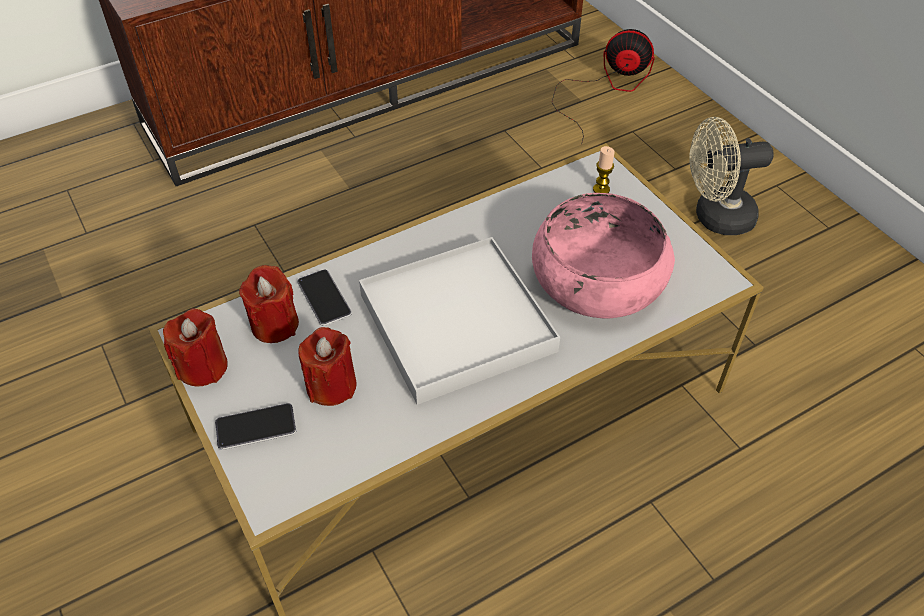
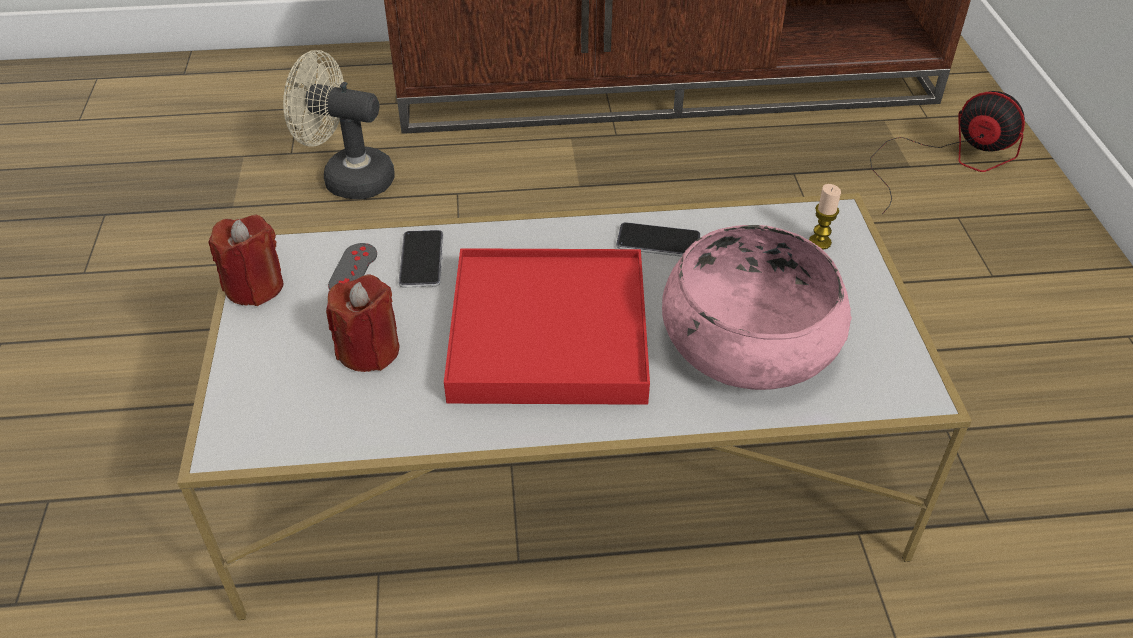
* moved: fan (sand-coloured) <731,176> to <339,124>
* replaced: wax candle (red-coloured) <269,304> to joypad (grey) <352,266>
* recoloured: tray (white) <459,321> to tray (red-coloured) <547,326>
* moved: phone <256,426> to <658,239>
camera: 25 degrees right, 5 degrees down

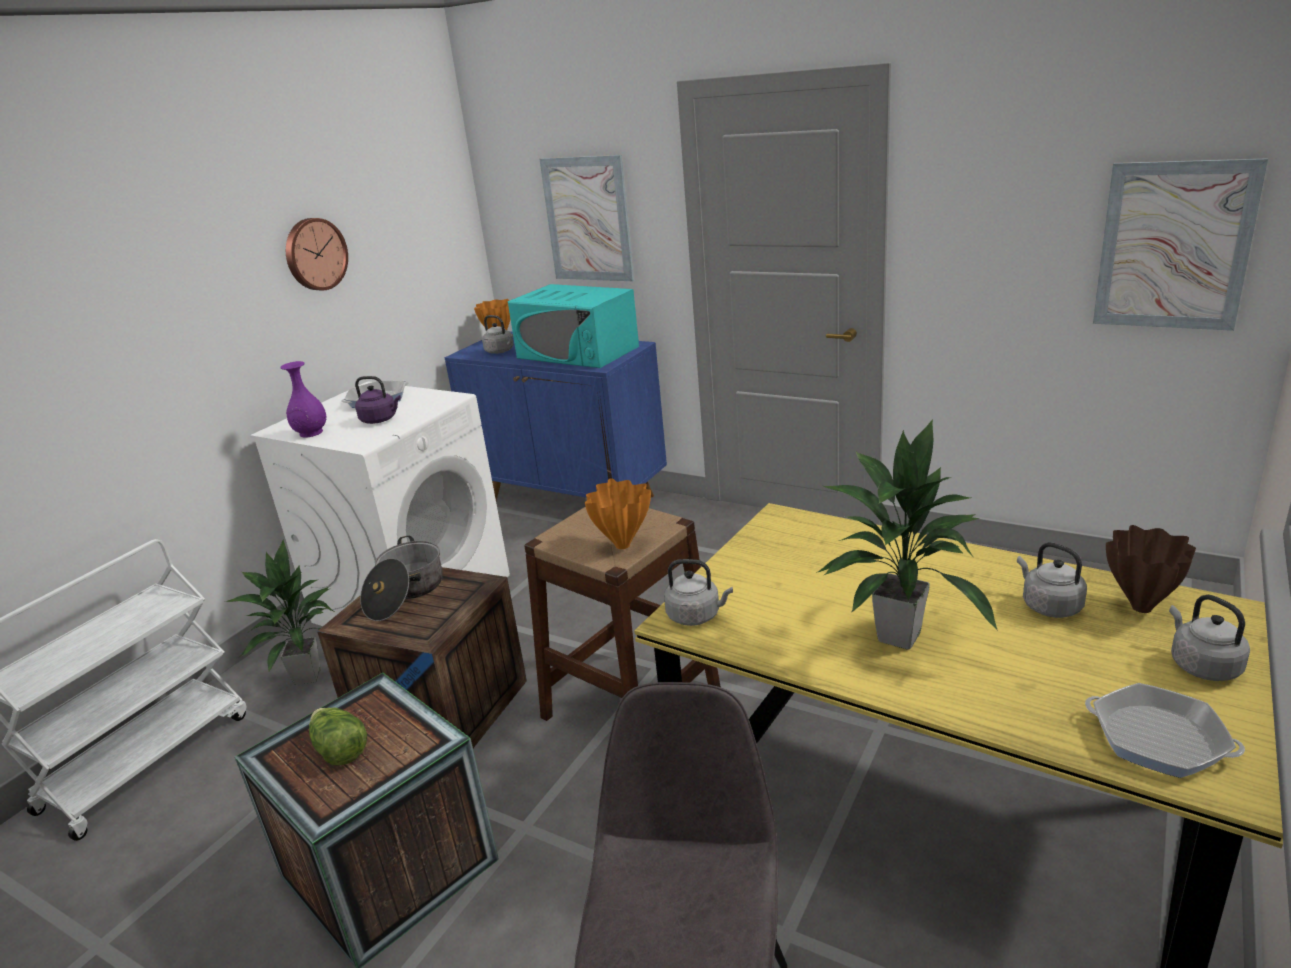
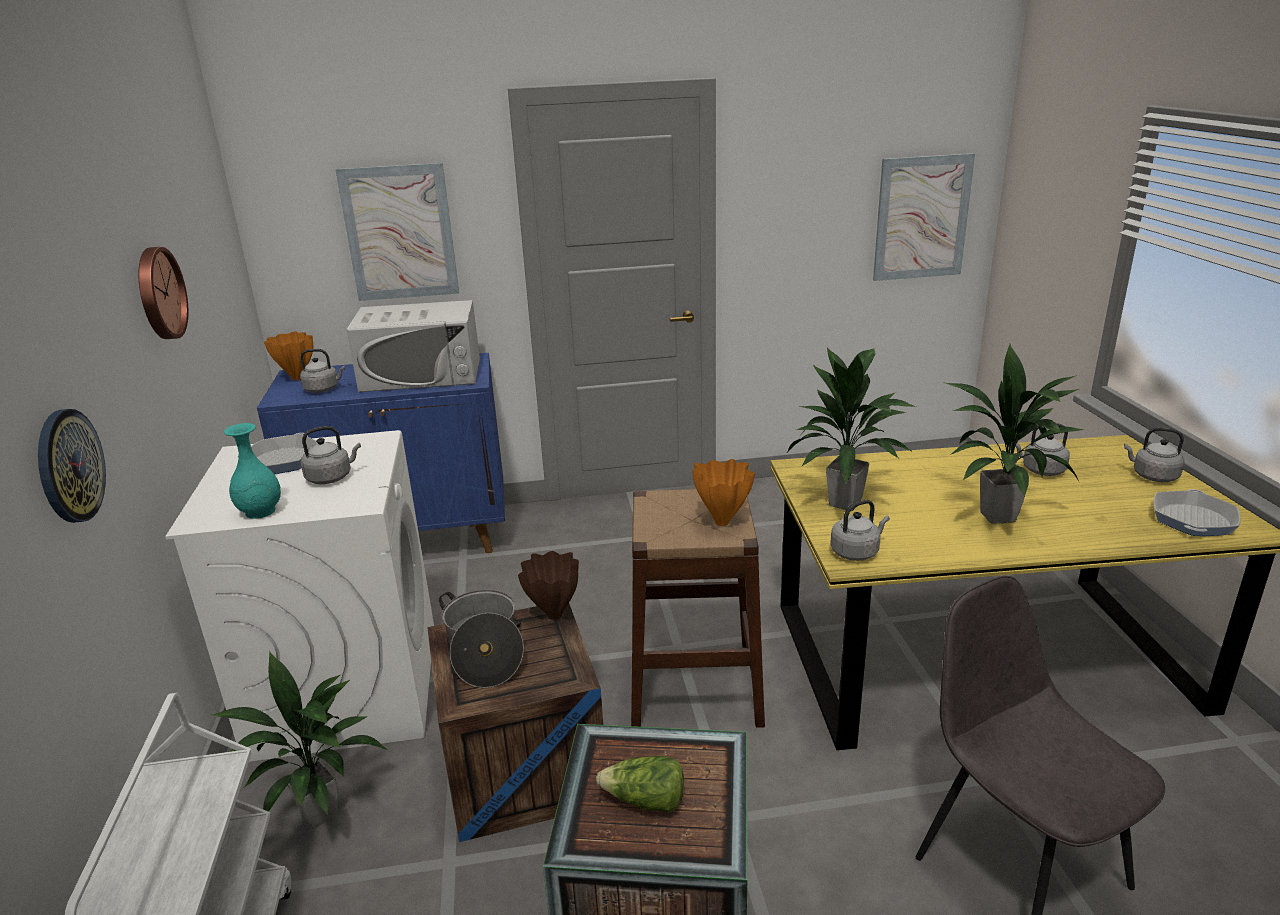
* added: clock on the wall <72,466>
* recoloured: decorative vase (purple-coloured) <303,399> to decorative vase (turquoise-coloured) <252,471>
* recoloured: kettle (purple-coloured) <378,400> to kettle (grey) <331,455>
* recoloured: microwave (turquoise-coloured) <573,326> to microwave (white) <413,346>
* moved: decorative vase (brownish) <1151,569> to <548,585>
* added: houseplant <851,429>
* turned: frying pan <1165,730> = <1197,512> 120 degrees clockwise
camera: 40 degrees left, 0 degrees up

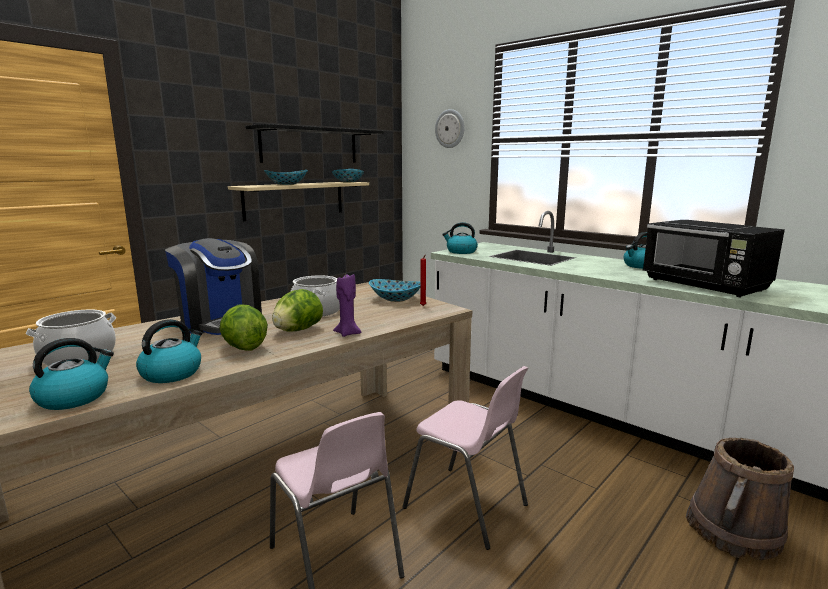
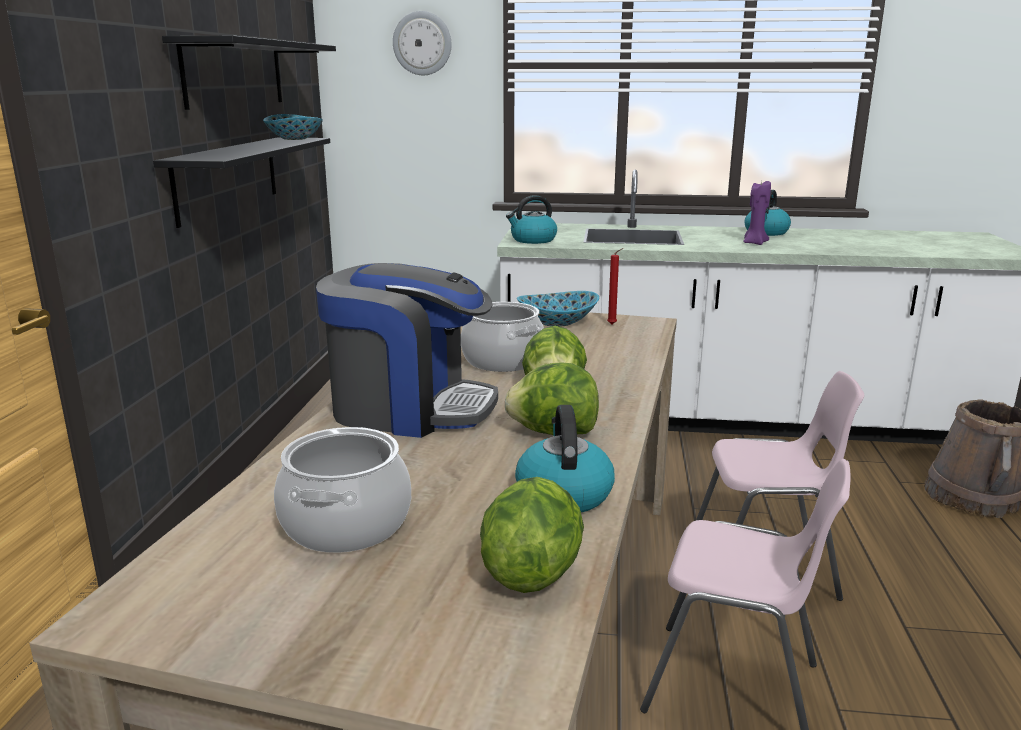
* recoloured: shelf (sand-coloured) <298,201> to shelf (black) <241,182>
* replaced: kettle <71,374> to lettuce <532,535>
* moved: wax candle (purple-coloured) <347,305> to <757,213>
* removed: bowl <286,177>
* removed: microwave (black) <714,258>
camera: 35 degrees left, 5 degrees up

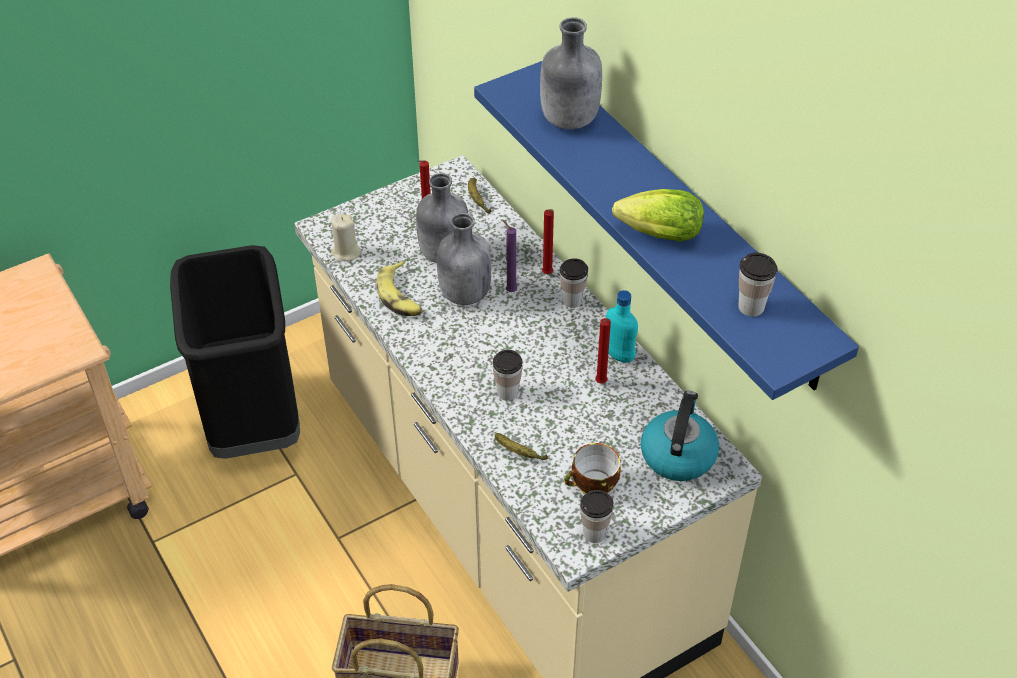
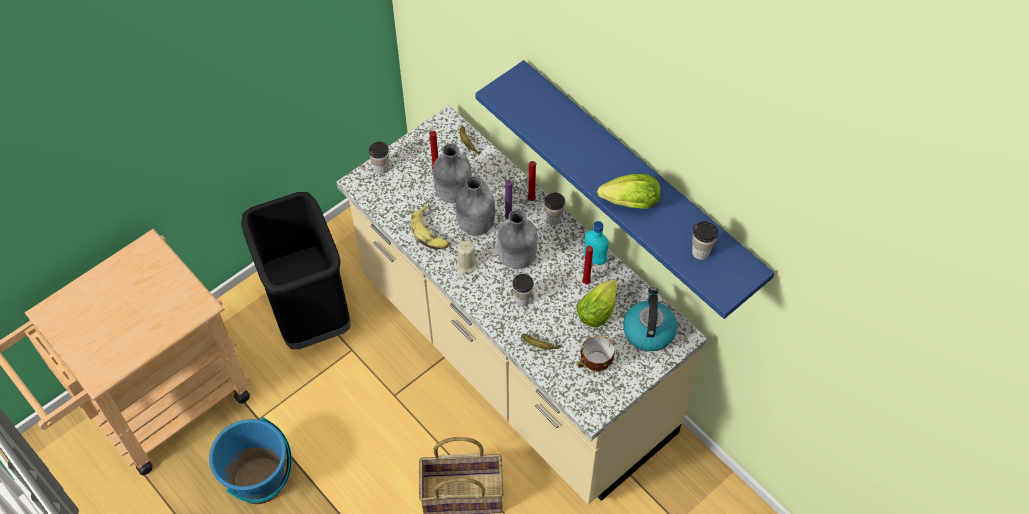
* added: pail (blue) <250,460>
* moved: drinking cup <597,516> to <379,158>
* moved: wax candle (sand-coloured) <346,238> to <467,258>
* moved: drink bottle (grey) <571,73> to <517,239>
* added: lettuce <597,303>
camera: 10 degrees left, 10 degrees up

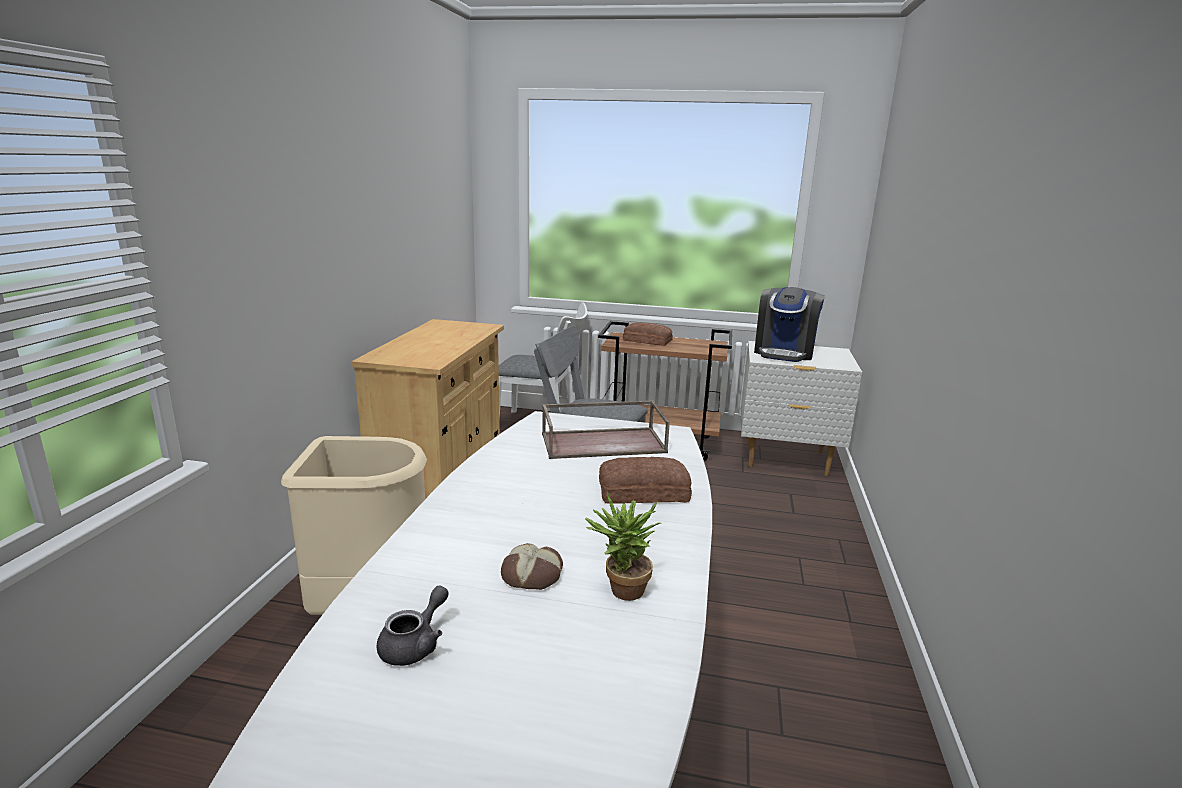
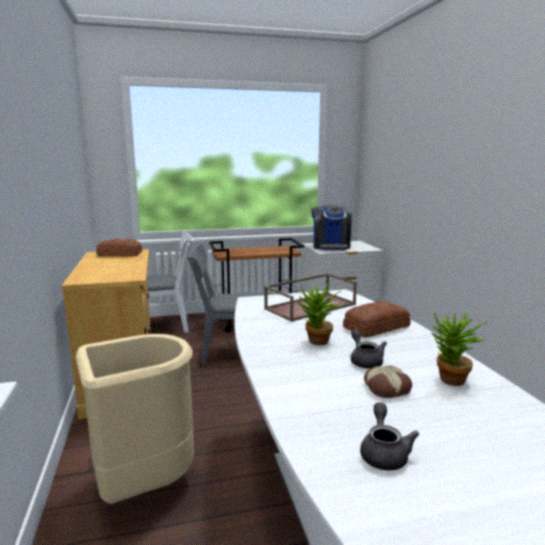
* moved: bread <648,334> to <119,248>
* added: houseplant <319,314>
* added: tea pot (grey) <369,349>
camera: 25 degrees left, 5 degrees down

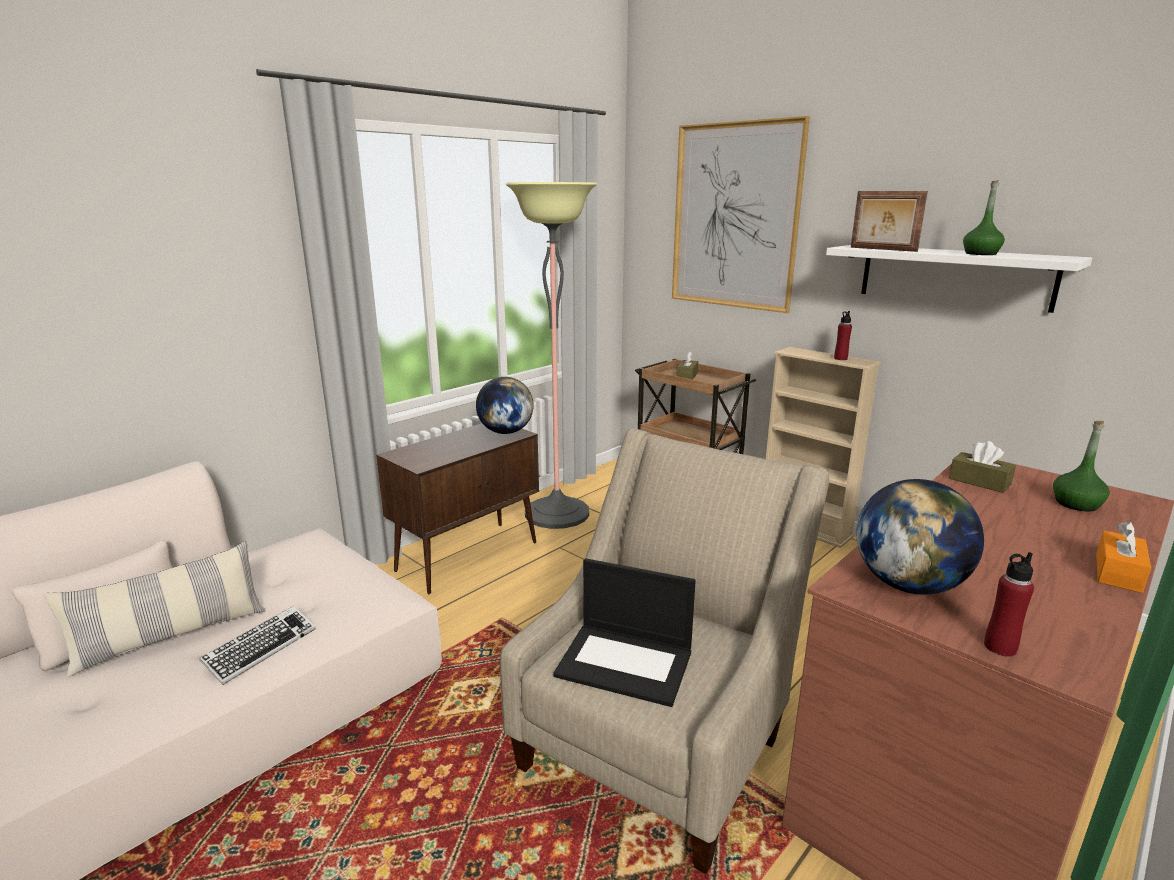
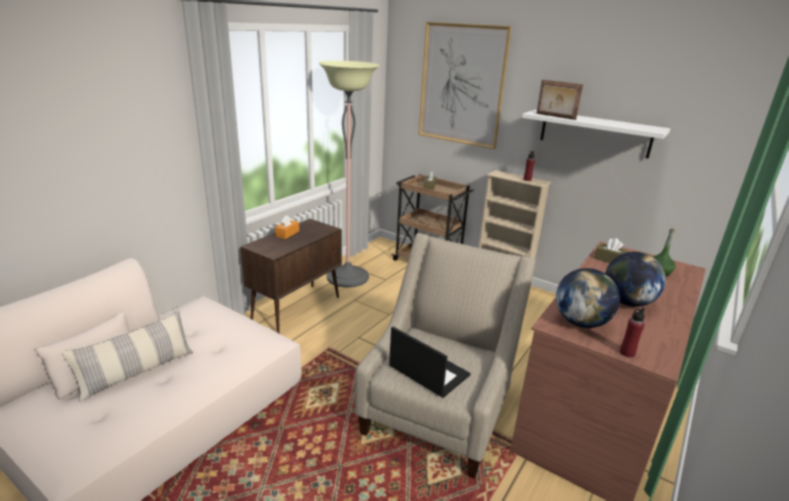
* moved: tissue box (orange-coloured) <1123,557> to <287,227>
* turned: notebook computer <624,632> = <430,362> 150 degrees counterclockwise
* moved: desk globe <505,405> to <635,279>
* removed: PC keyboard <257,645>
* removed: drink bottle (green) <984,217>
camera: 10 degrees left, 5 degrees up

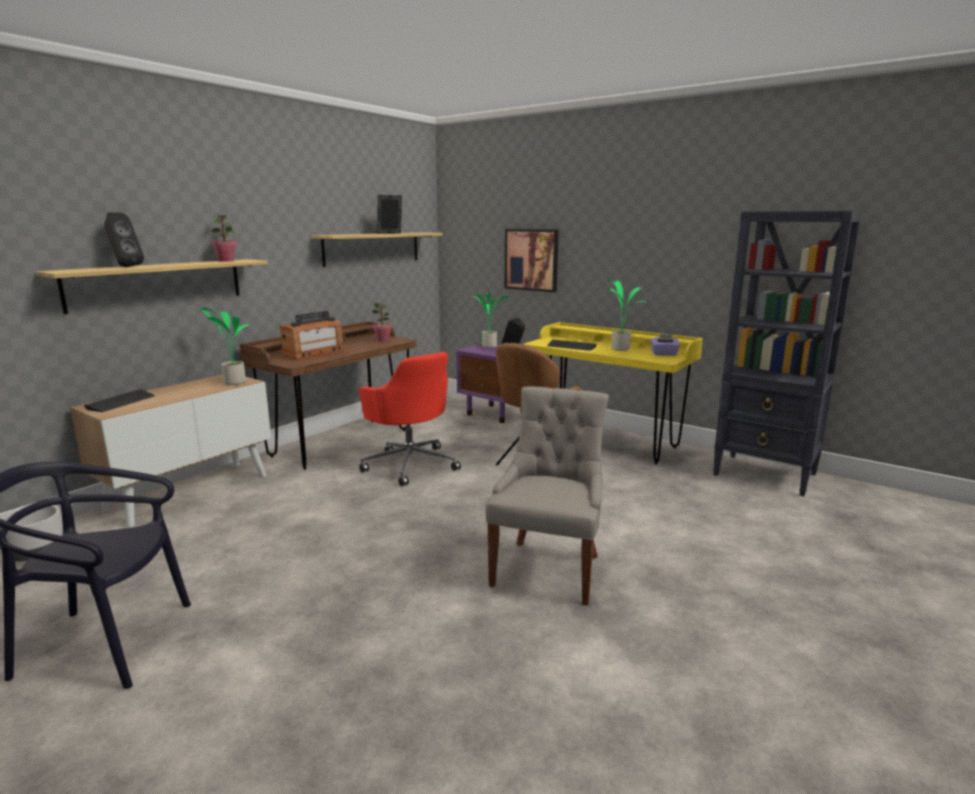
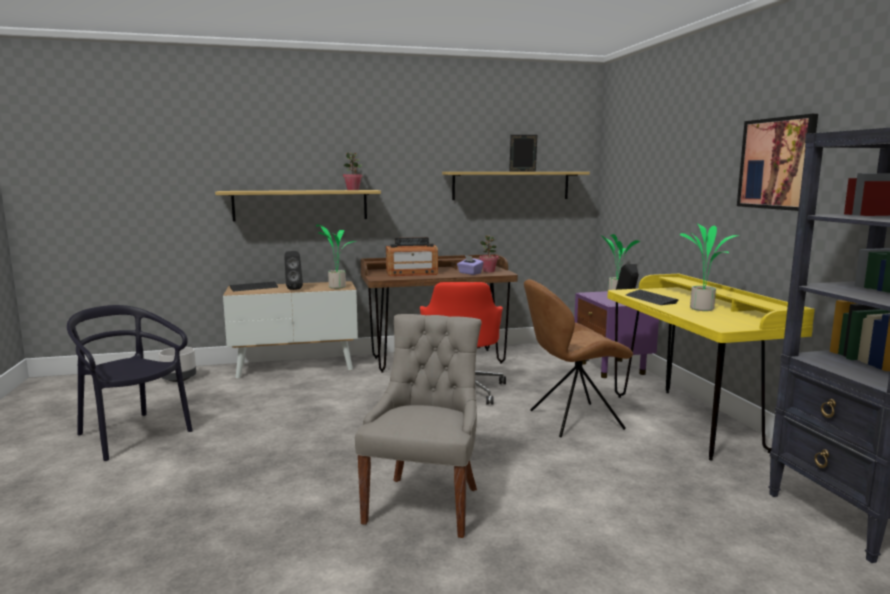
* moved: loudspeaker (black) <124,239> to <293,270>
* turned: plain chair (grey) <547,496> = <418,426> 45 degrees counterclockwise
* moved: tissue box (purple-coloured) <665,345> to <470,265>
* moved: wall picture <532,260> to <777,162>
camera: 40 degrees right, 5 degrees down

